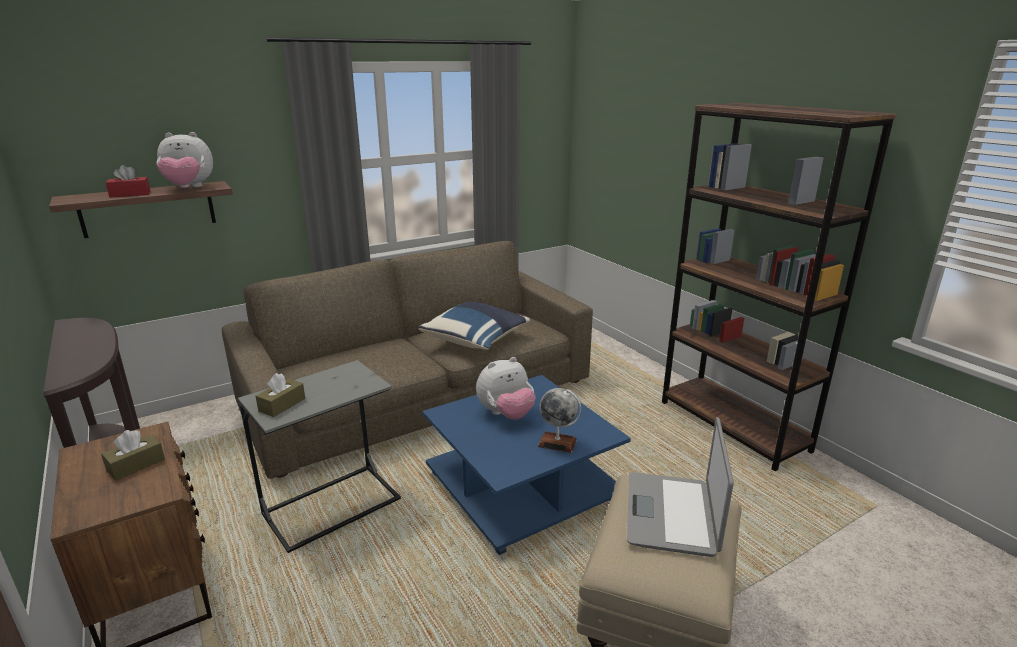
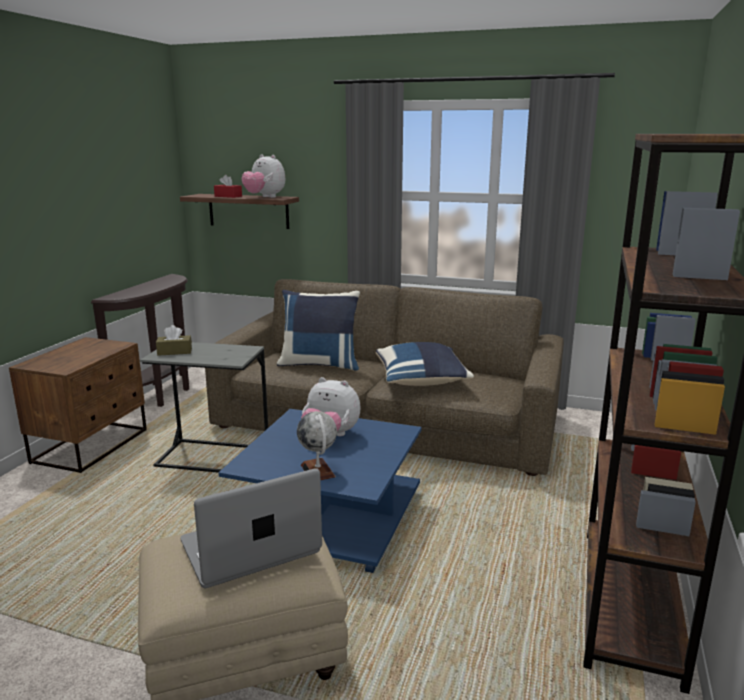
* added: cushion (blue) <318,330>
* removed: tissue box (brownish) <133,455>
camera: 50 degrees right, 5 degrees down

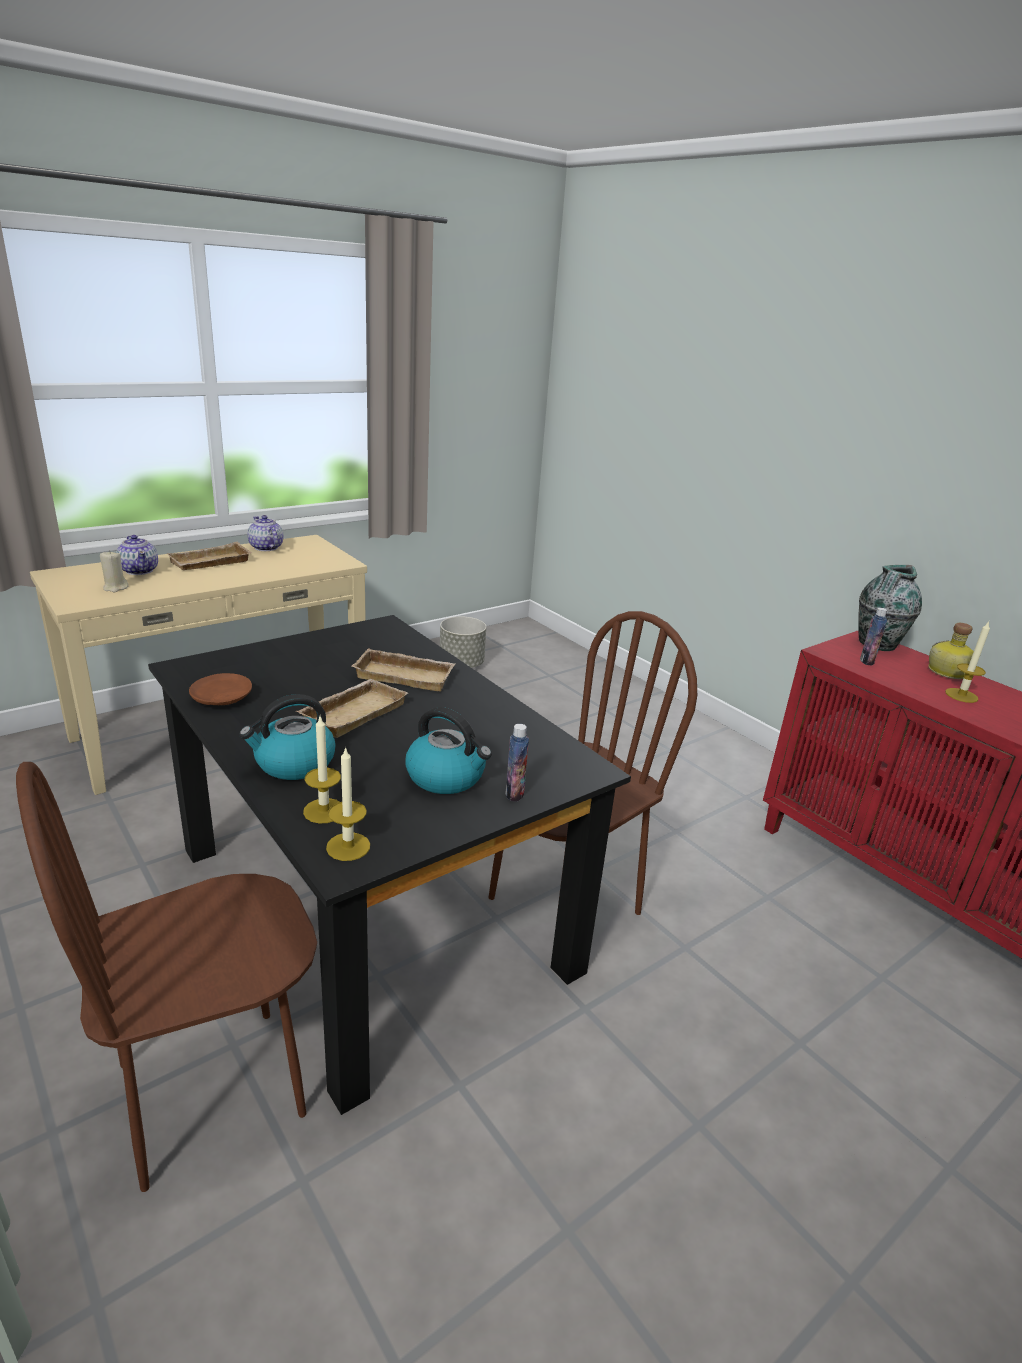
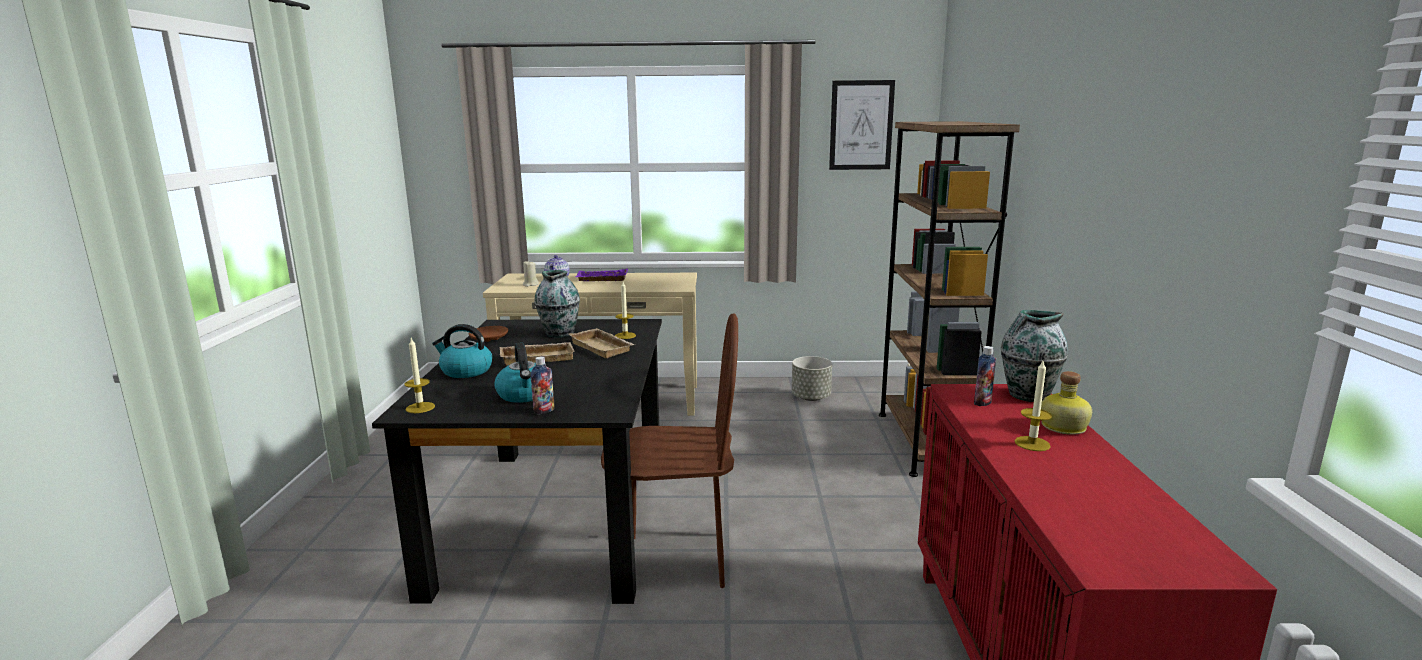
* added: decorative vase <557,304>
* recoloured: tray (sand-coloured) <209,556> to tray (purple-coloured) <602,275>
* moved: wax candle <322,769> to <625,310>
* added: wall picture <862,125>
* added: bookcase (brownish) <949,299>
* removed: plain chair (brownish) <166,977>
* removed: tea pot <265,533>
camera: 40 degrees right, 10 degrees down

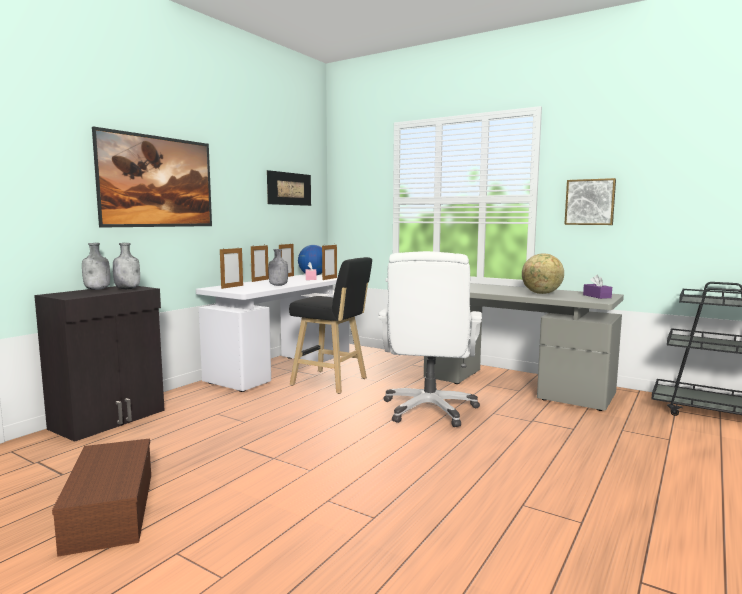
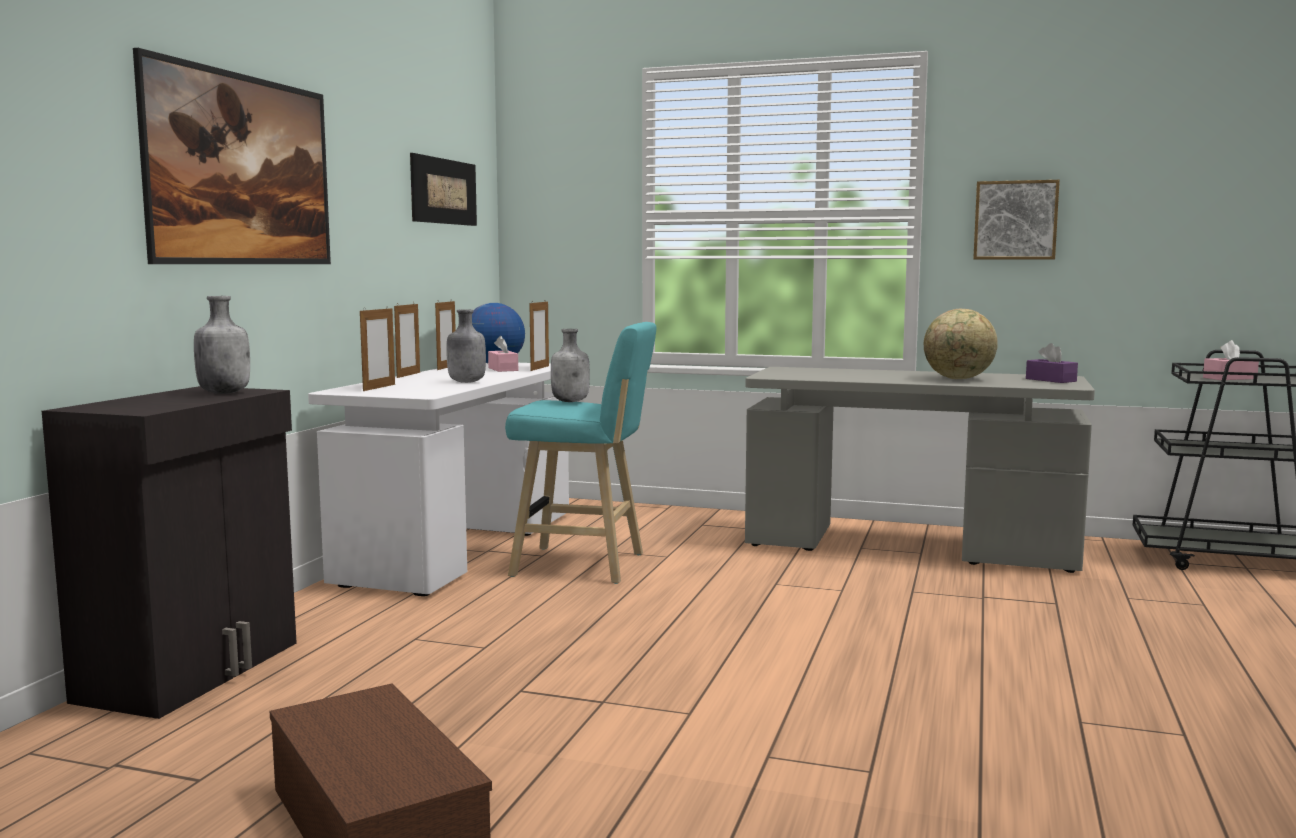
* recoloured: stool seat (black) <330,325> to stool seat (turquoise-coloured) <580,453>
* moved: drink bottle (grey) <96,266> to <570,365>
* added: tissue box (pinkish) <1231,360>
* removed: office chair (white) <430,339>
camera: 15 degrees left, 0 degrees up

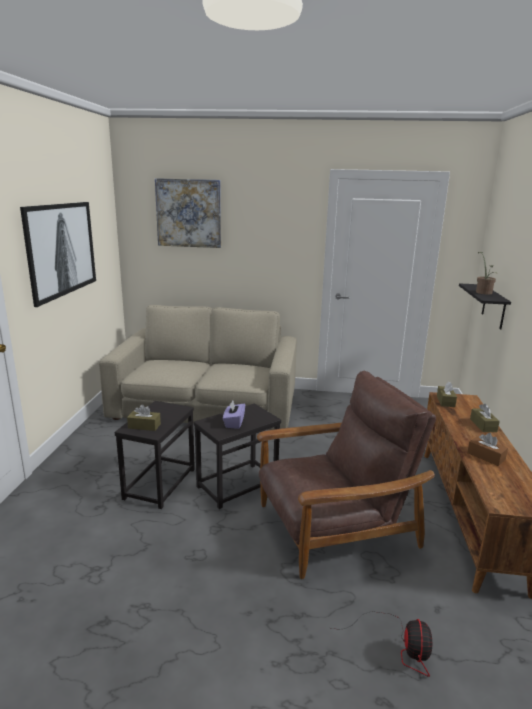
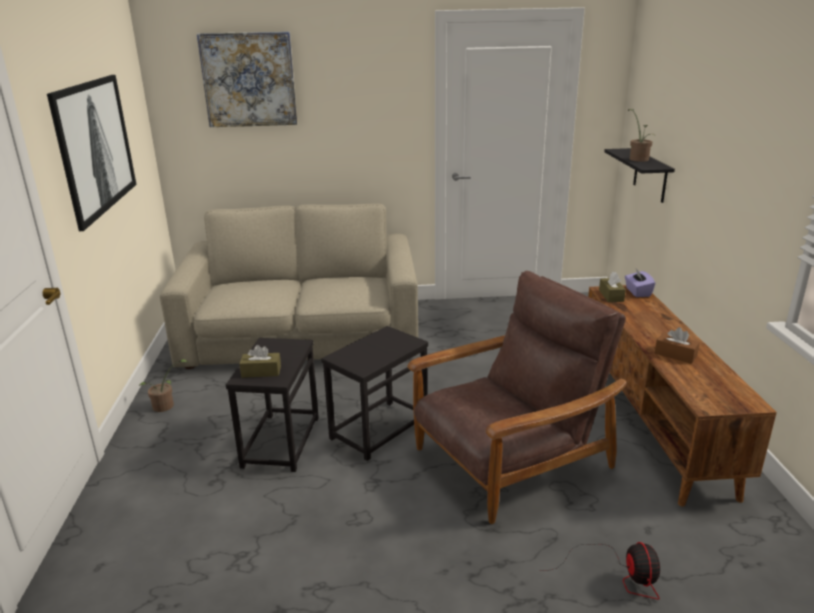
* added: houseplant <163,385>
* moved: tissue box (purple-coloured) <234,414> to <640,283>
* removed: tissue box (brownish) <485,417>
camera: 10 degrees left, 5 degrees up

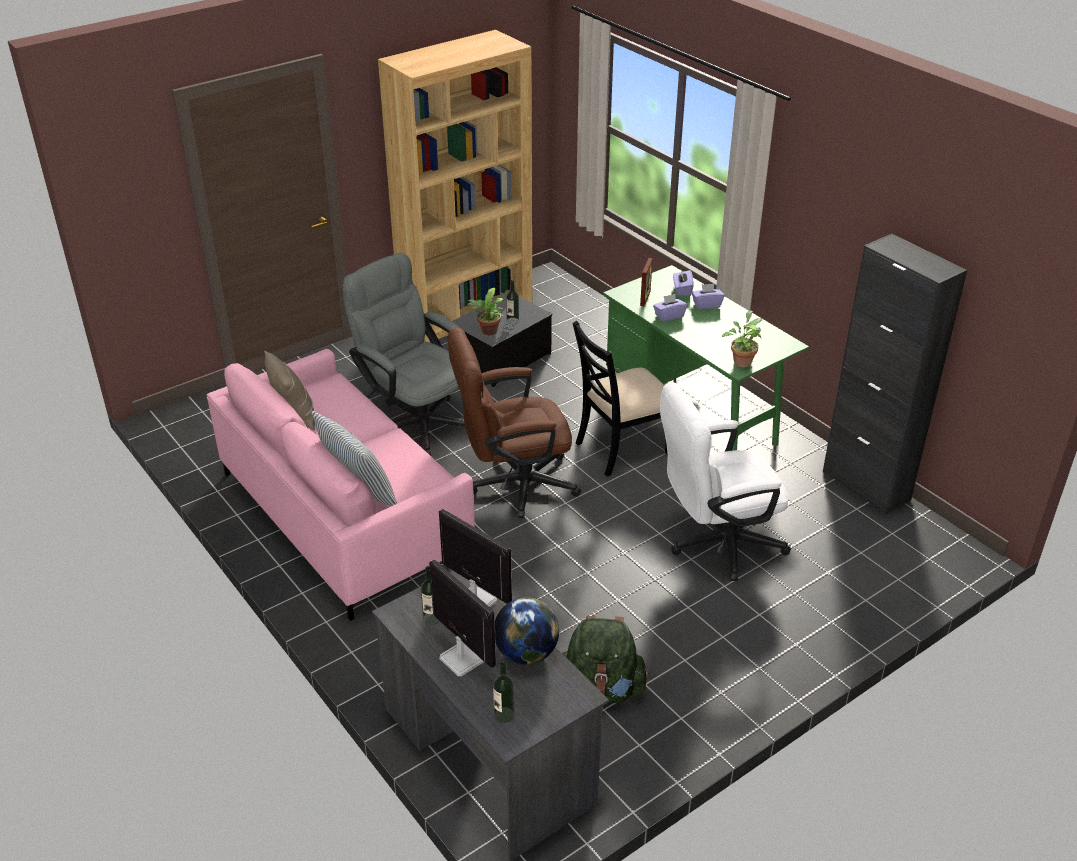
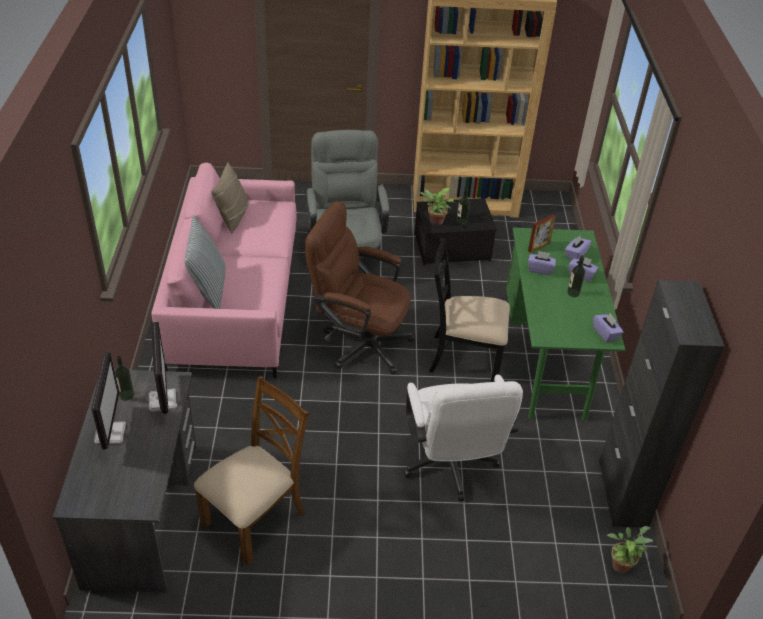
* replaced: rucksack (green) <606,659> to plain chair (brownish) <251,471>
* turned: office chair (white) <725,481> = <463,437> 120 degrees counterclockwise
* moved: drink bottle <504,692> to <576,276>
* added: tissue box (purple-coloured) <608,327>
* moved: houseplant <742,339> to <630,549>
* removed: desk globe <527,631>
camera: 35 degrees right, 5 degrees up

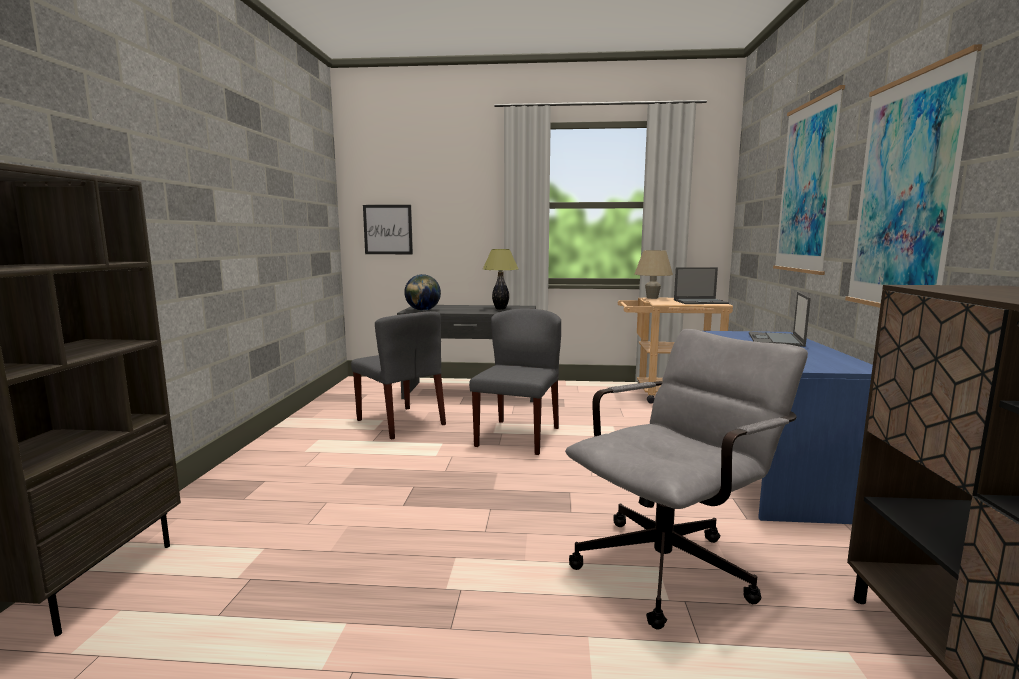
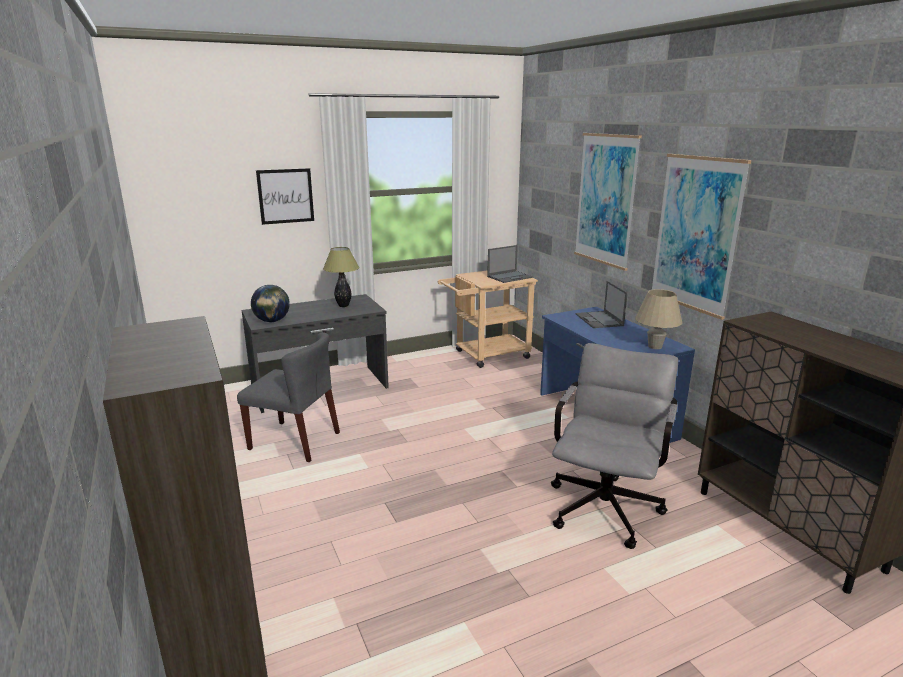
* moved: wall picture <388,229> to <285,196>
* moved: table lamp (sand-coloured) <654,274> to <658,319>
* removed: plain chair (grey) <515,381>
camera: 30 degrees left, 10 degrees up

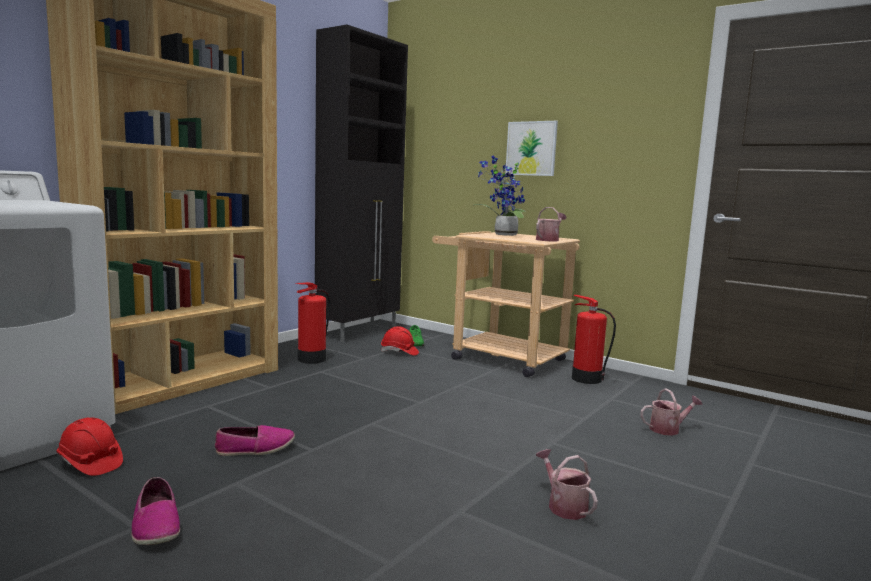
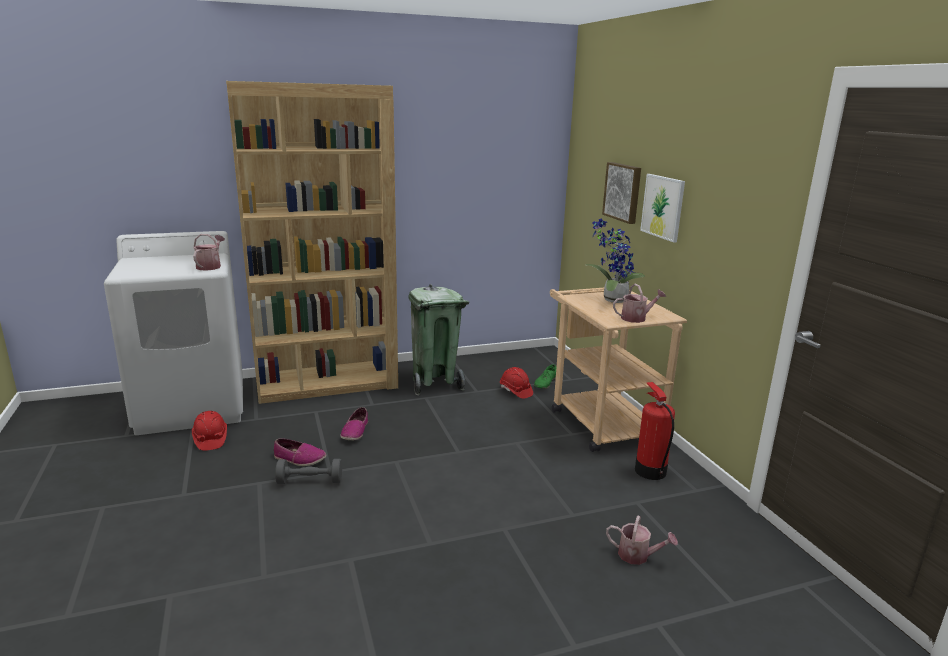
* moved: watering can <567,484> to <209,252>
* added: dumbbell (grey) <308,471>
* moved: shoe <155,511> to <354,424>
* replaced: fire extinguisher <313,323> to rubbish bin (green) <439,339>
* added: wall picture <621,193>
* removed: cupboard (black) <361,183>
camera: 35 degrees right, 10 degrees up

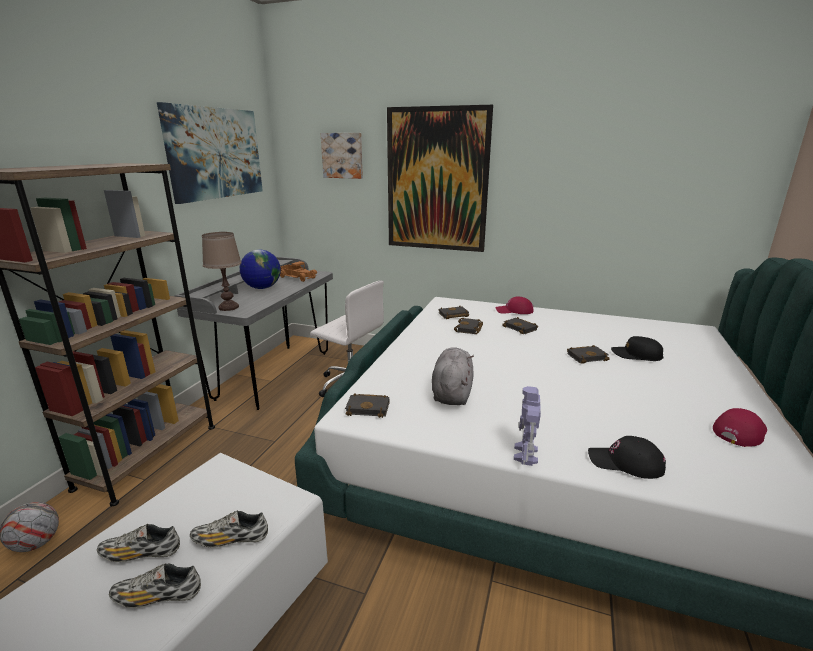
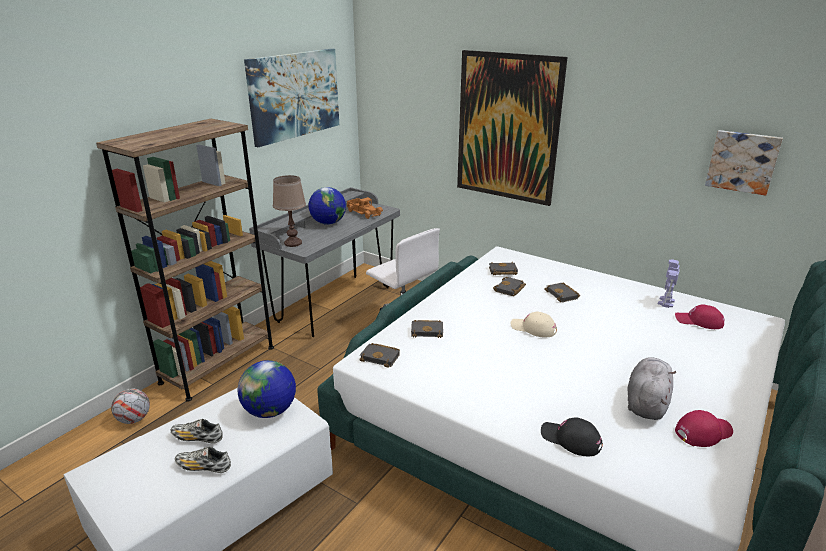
* added: desk globe <267,389>
* moved: bound book (black) <588,354> to <427,329>
* added: cap (sand-coloured) <534,324>
* moved: cuddly toy (grey) <453,376> to <651,389>
* moved: model robot <527,426> to <669,283>
* moved: cap (red-coloured) <514,305> to <700,316>
* moved: wall picture <342,156> to <744,163>
* removed: shoe <229,528>
* removed: cap (black) <637,348>
camera: 15 degrees right, 5 degrees up

